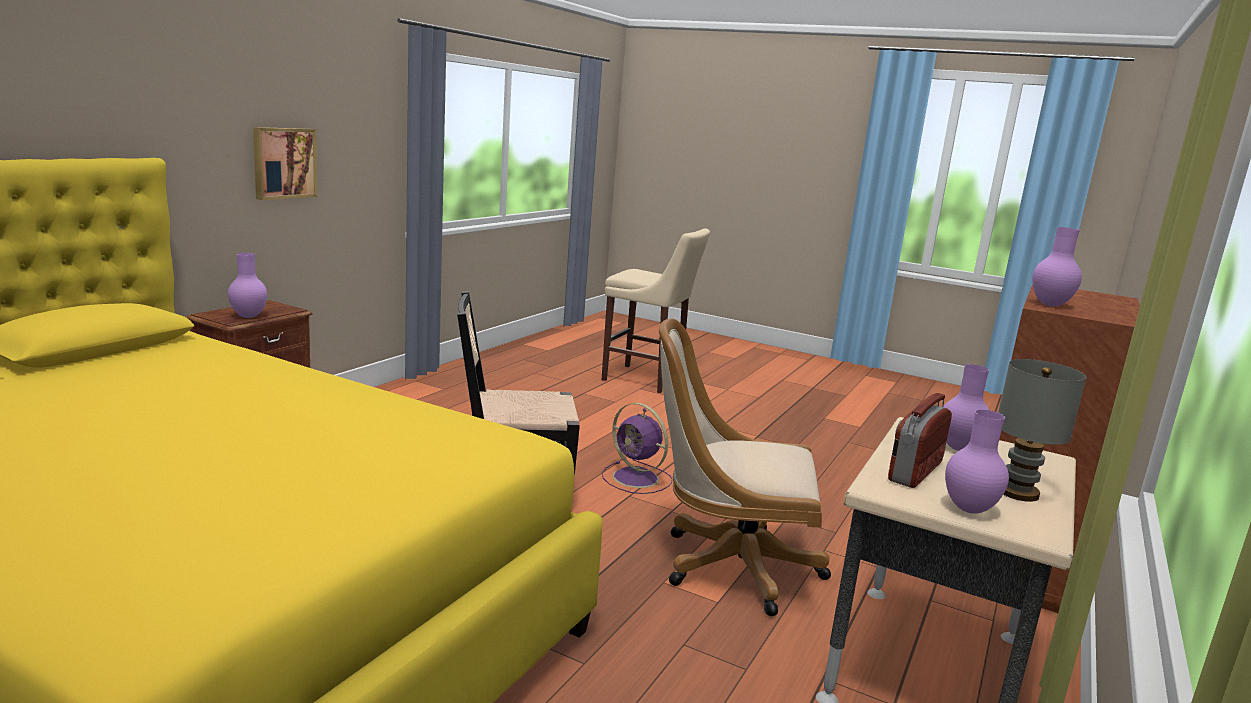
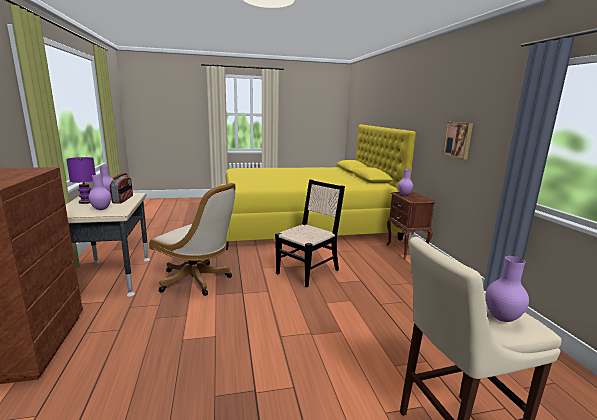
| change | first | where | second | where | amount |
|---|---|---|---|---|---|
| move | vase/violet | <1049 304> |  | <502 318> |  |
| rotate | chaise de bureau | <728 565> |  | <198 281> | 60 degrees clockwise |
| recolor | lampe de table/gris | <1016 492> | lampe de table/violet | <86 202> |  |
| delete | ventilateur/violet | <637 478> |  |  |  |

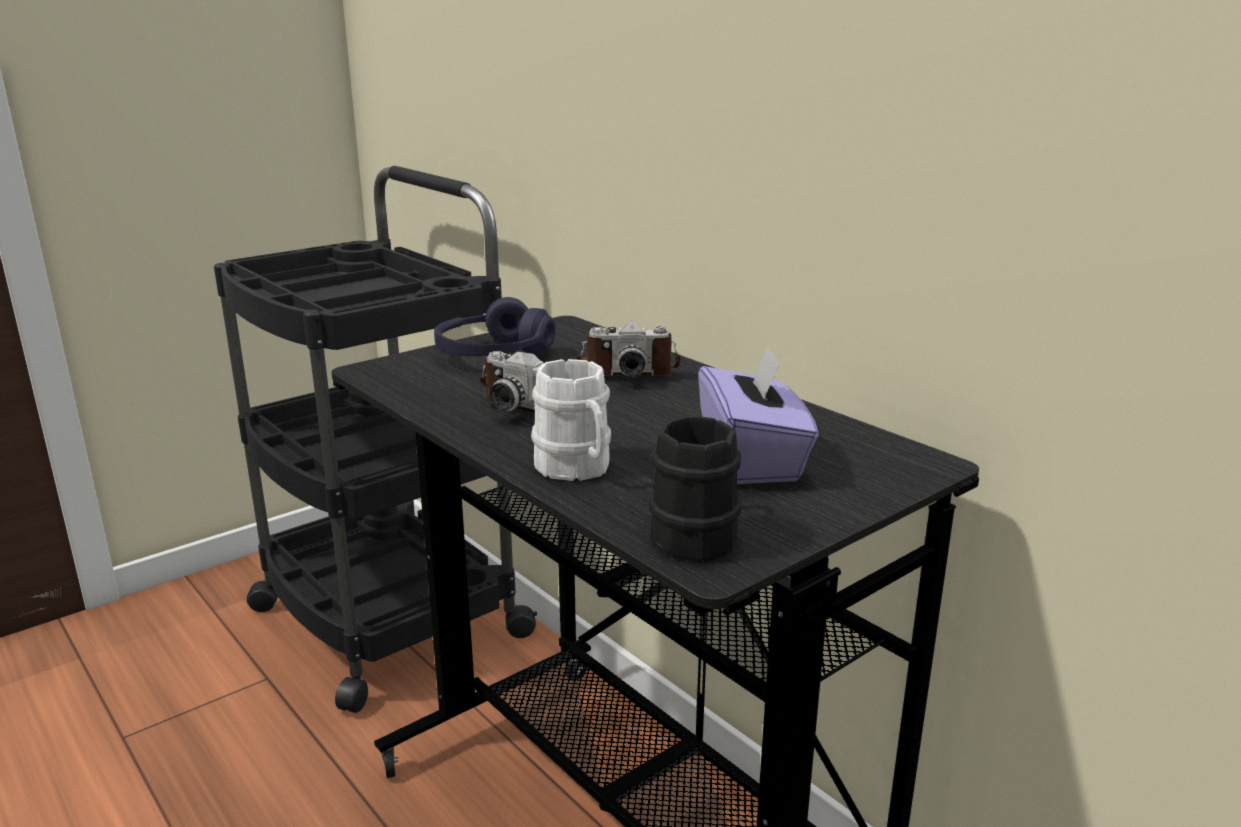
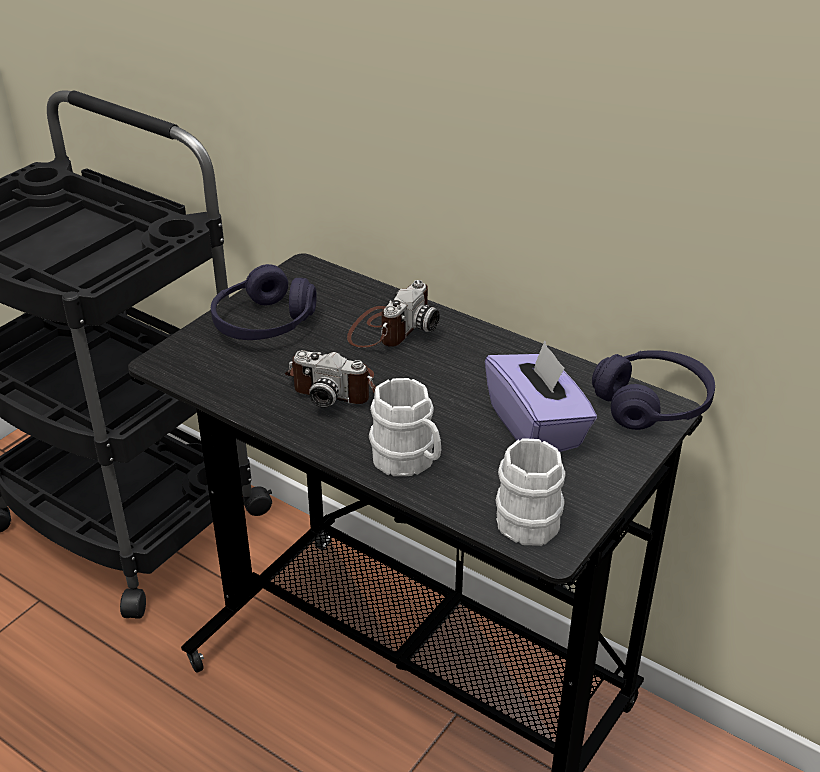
| change | first | where | second | where | amount |
|---|---|---|---|---|---|
| rotate | appareil photo | <625 370> |  | <390 328> | 45 degrees counterclockwise |
| recolor | mug/noir | <697 532> | mug/blanc | <527 515> |  |
| insert |  |  | casque audio/violet | <652 404> |  |

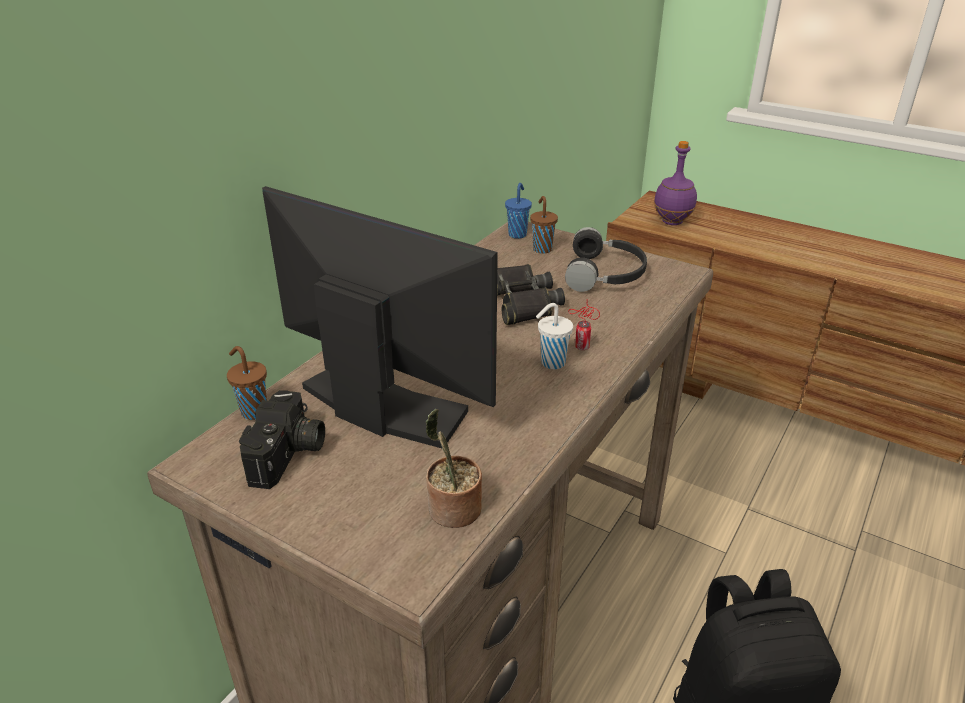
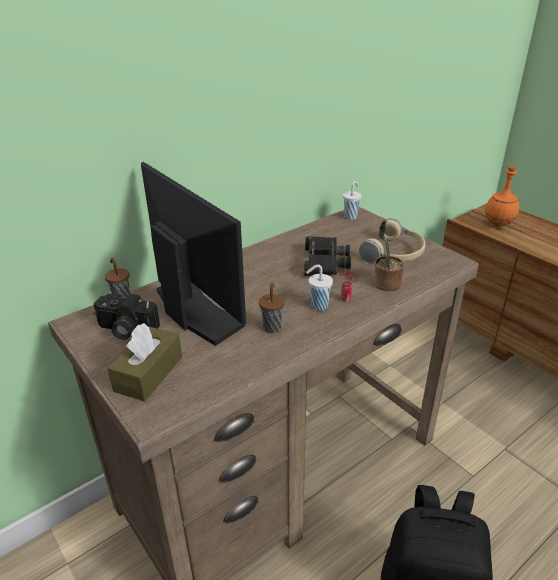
| change | first | where | second | where | amount |
|---|---|---|---|---|---|
| recolor | bouteille/violet | <672 222> | bouteille/orange | <498 225> |  |
| recolor | tasse/bleu | <517 234> | tasse/blanc | <351 216> |  |
| move | tasse/marron | <542 249> |  | <272 327> |  |
| recolor | casque audio/noir | <606 274> | casque audio/beige | <395 253> |  |
| rotate | appareil photo | <289 455> |  | <125 329> | 75 degrees clockwise |
| move | plante en pot | <452 511> |  | <385 284> |  |
| insert |  |  | boîte à mouchoirs/marron | <149 373> |  |

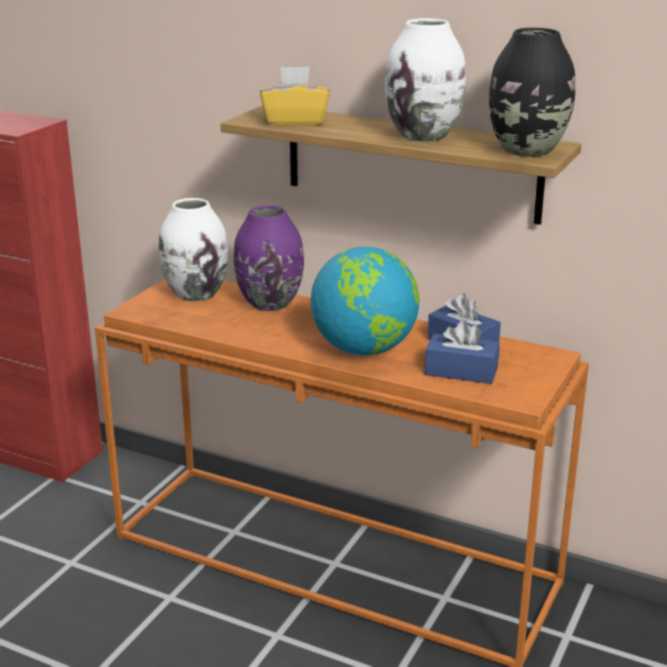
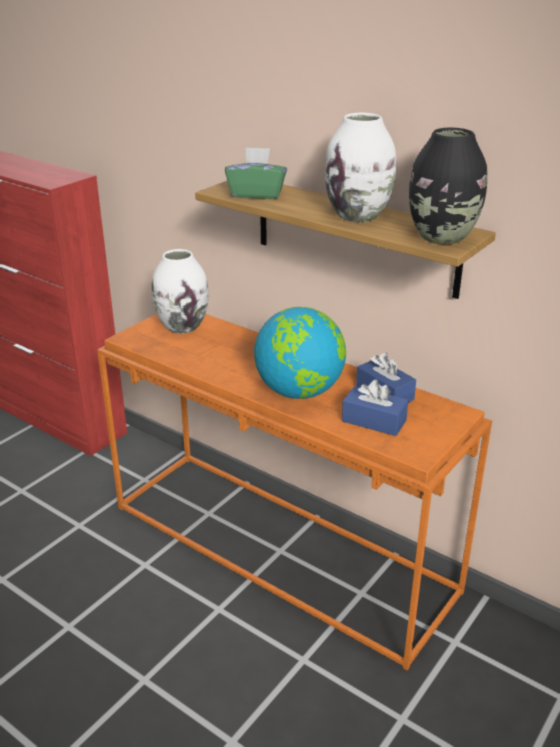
| change | first | where | second | where | amount |
|---|---|---|---|---|---|
| recolor | boîte à mouchoirs/jaune | <295 121> | boîte à mouchoirs/vert | <257 194> |  |
| delete | vase/violet | <270 303> |  |  |  |

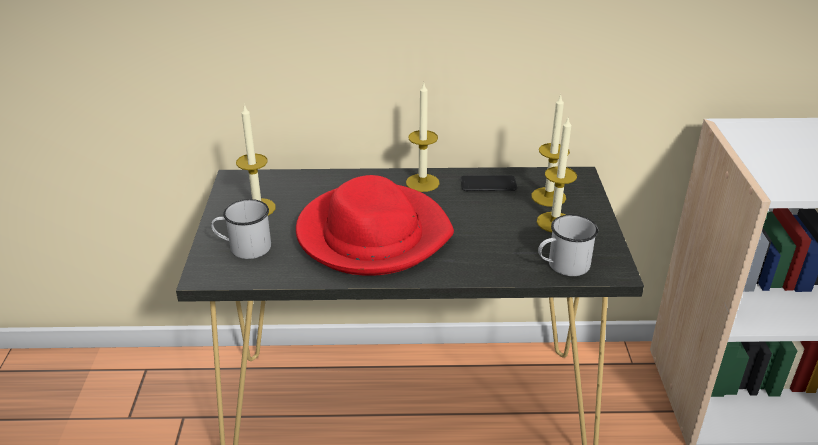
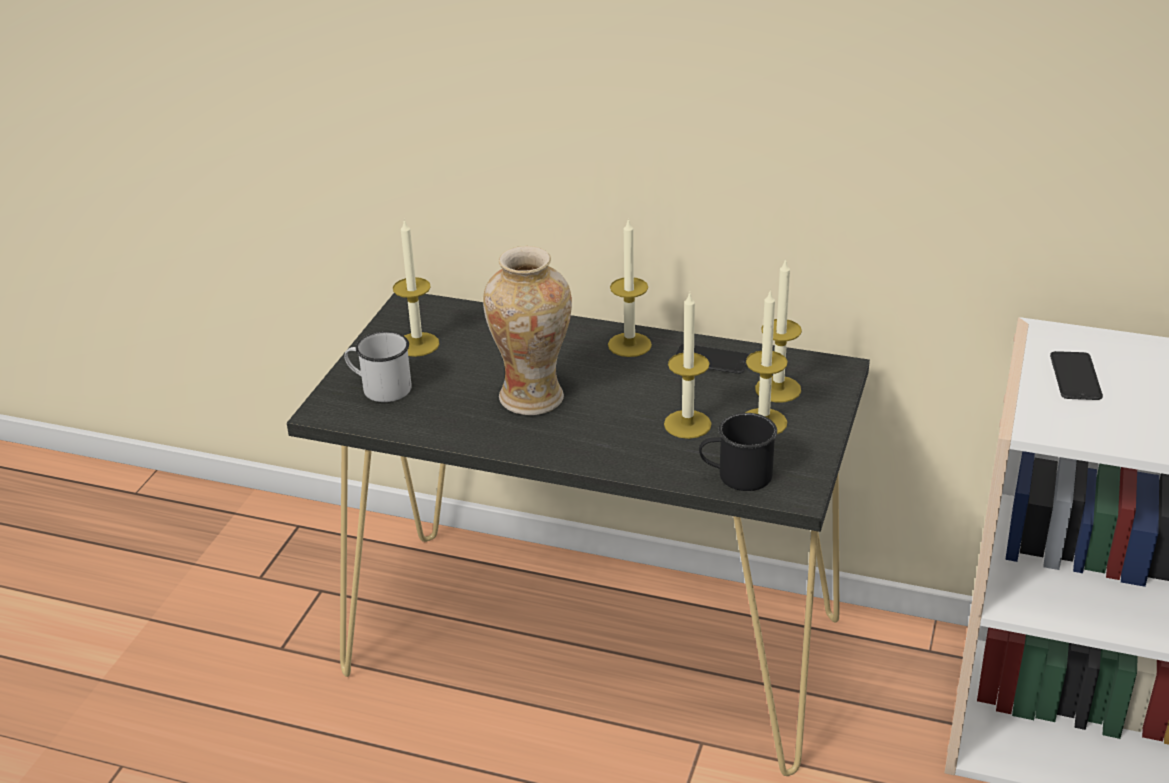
| change | first | where | second | where | amount |
|---|---|---|---|---|---|
| replace | chapeau/rouge | <372 234> | vase | <532 398> |  |
| recolor | mug/blanc | <562 265> | mug/noir | <736 476> |  |
| insert |  |  | bougie | <687 424> |  |
| insert |  |  | téléphone | <1075 377> |  |

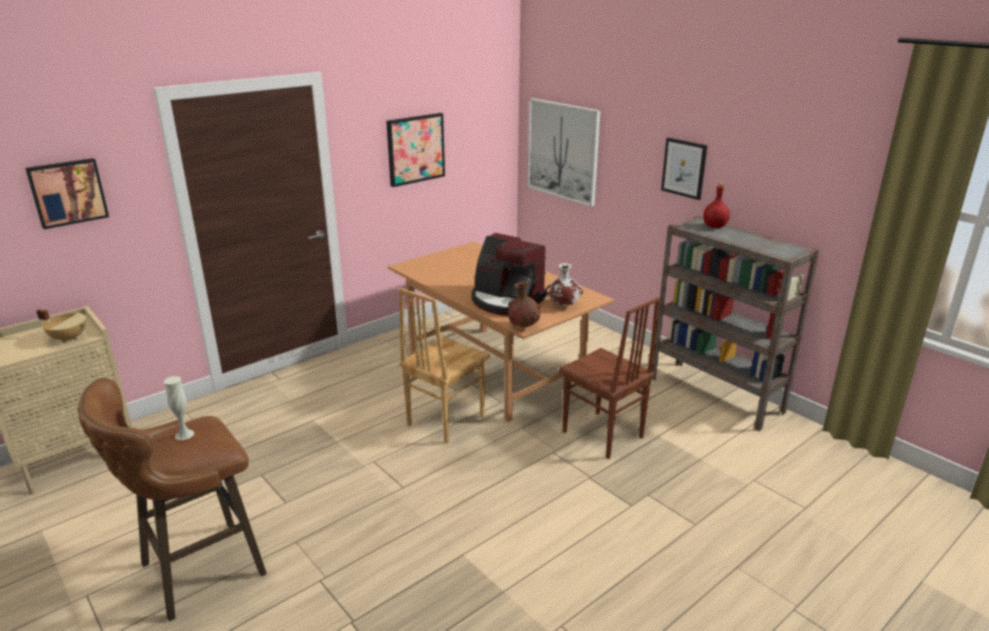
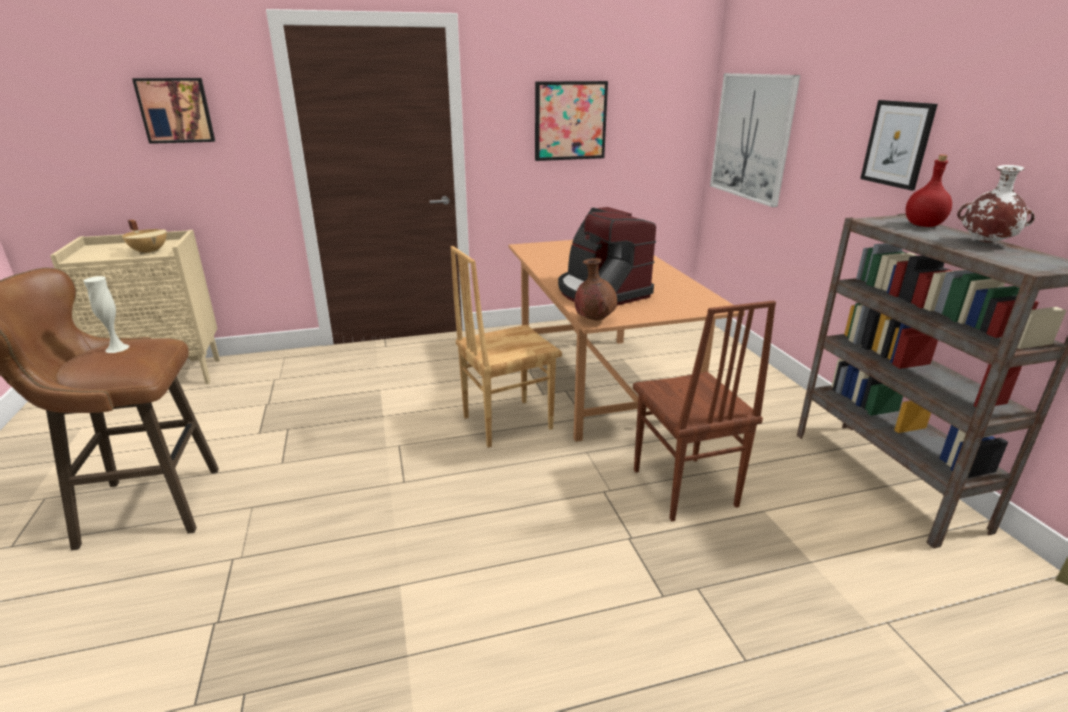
| change | first | where | second | where | amount |
|---|---|---|---|---|---|
| move | vase/blanc | <563 306> |  | <985 243> |  |

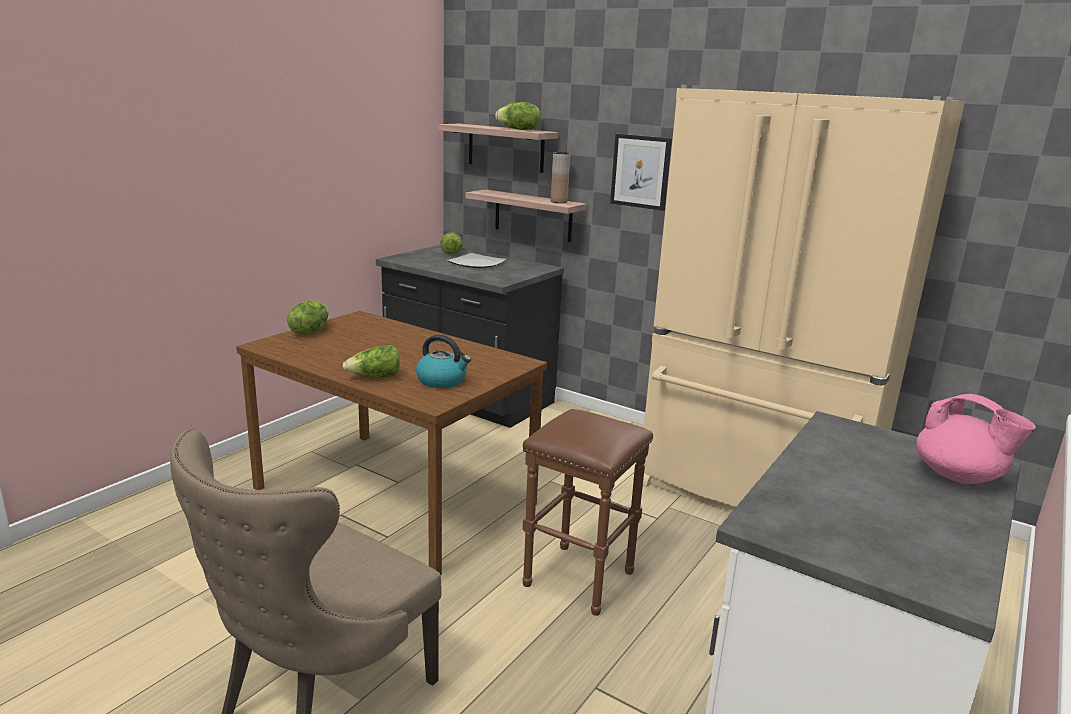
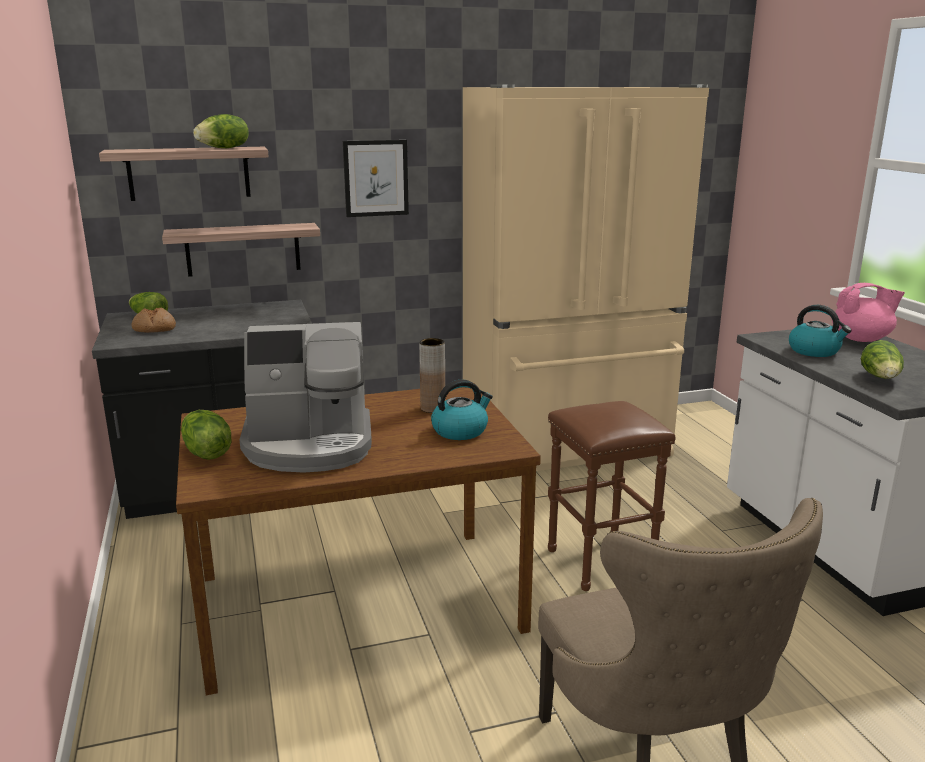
| change | first | where | second | where | amount |
|---|---|---|---|---|---|
| move | vase/marron | <559 202> |  | <433 408> |  |
| delete | assiette | <476 263> |  |  |  |
| move | laitue | <375 377> |  | <881 378> |  |
| insert |  |  | bouilloire | <814 351> |  |
| insert |  |  | pain | <154 329> |  |
| insert |  |  | machine à café | <309 445> |  |

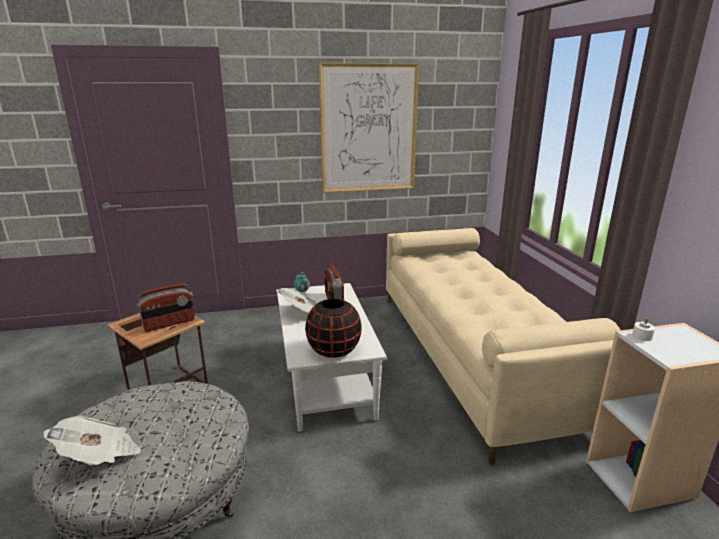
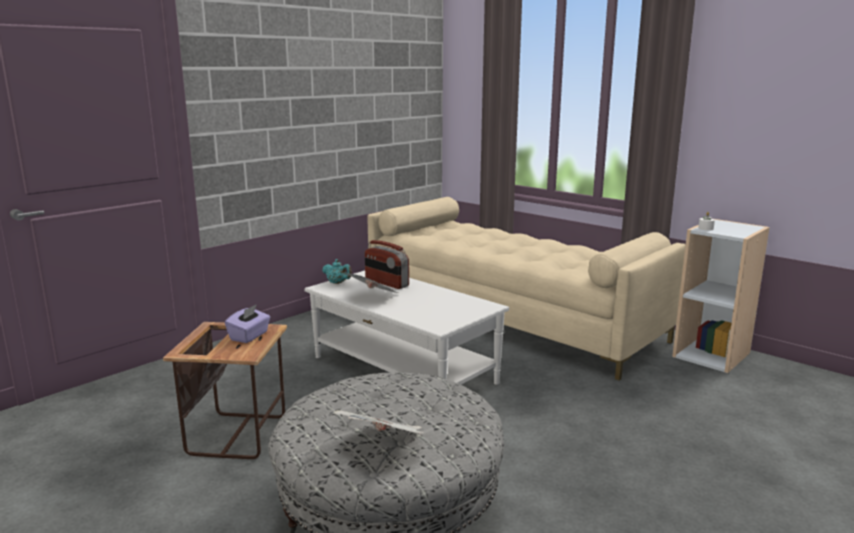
| change | first | where | second | where | amount |
|---|---|---|---|---|---|
| delete | tableau | <369 129> |  |  |  |
| replace | radio | <169 323> | boîte à mouchoirs/violet | <249 336> |  |
| delete | vase/noir | <334 350> |  |  |  |

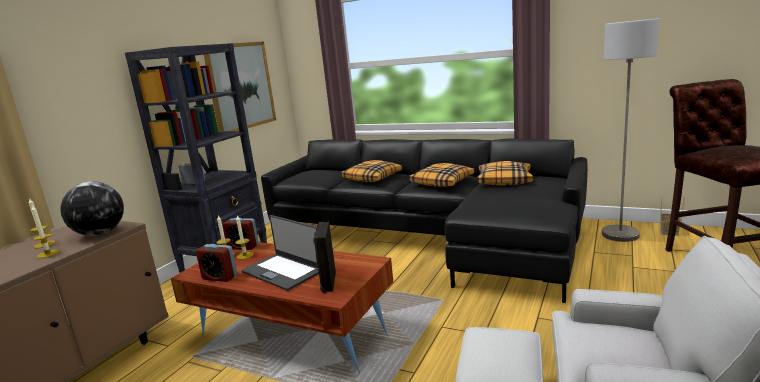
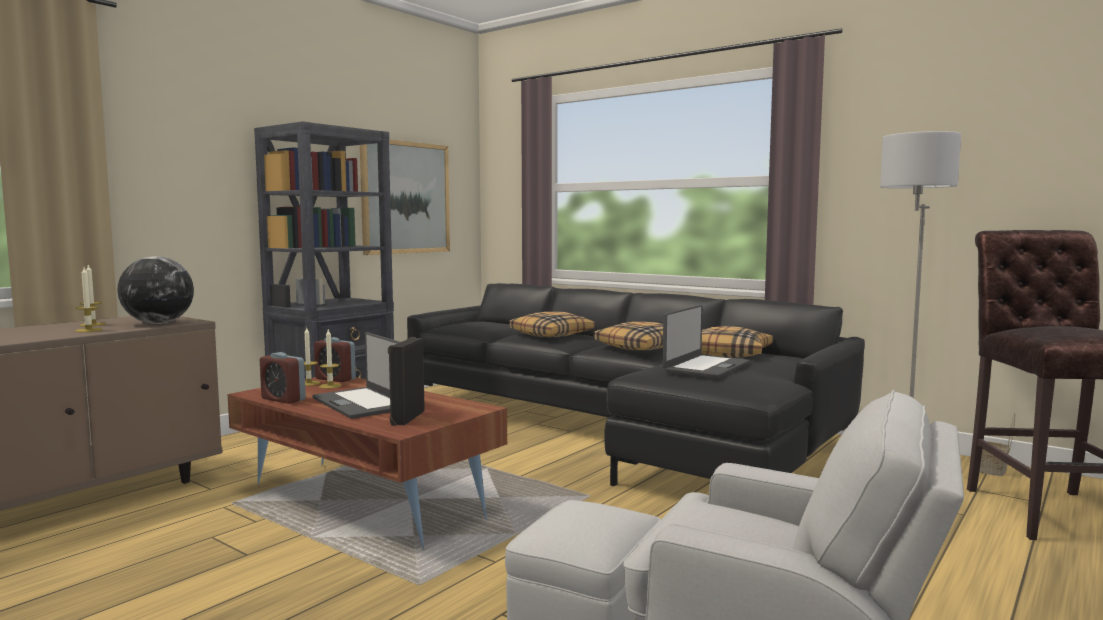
| change | first | where | second | where | amount |
|---|---|---|---|---|---|
| insert |  |  | ordinateur portable | <705 367> |  |

